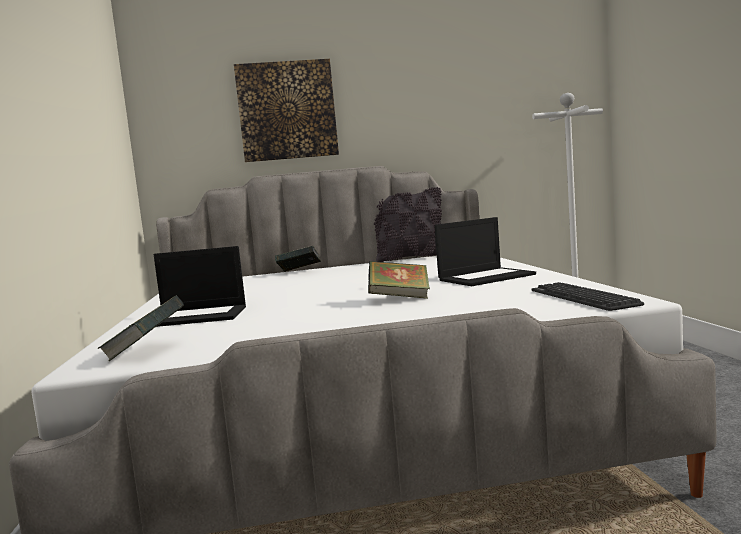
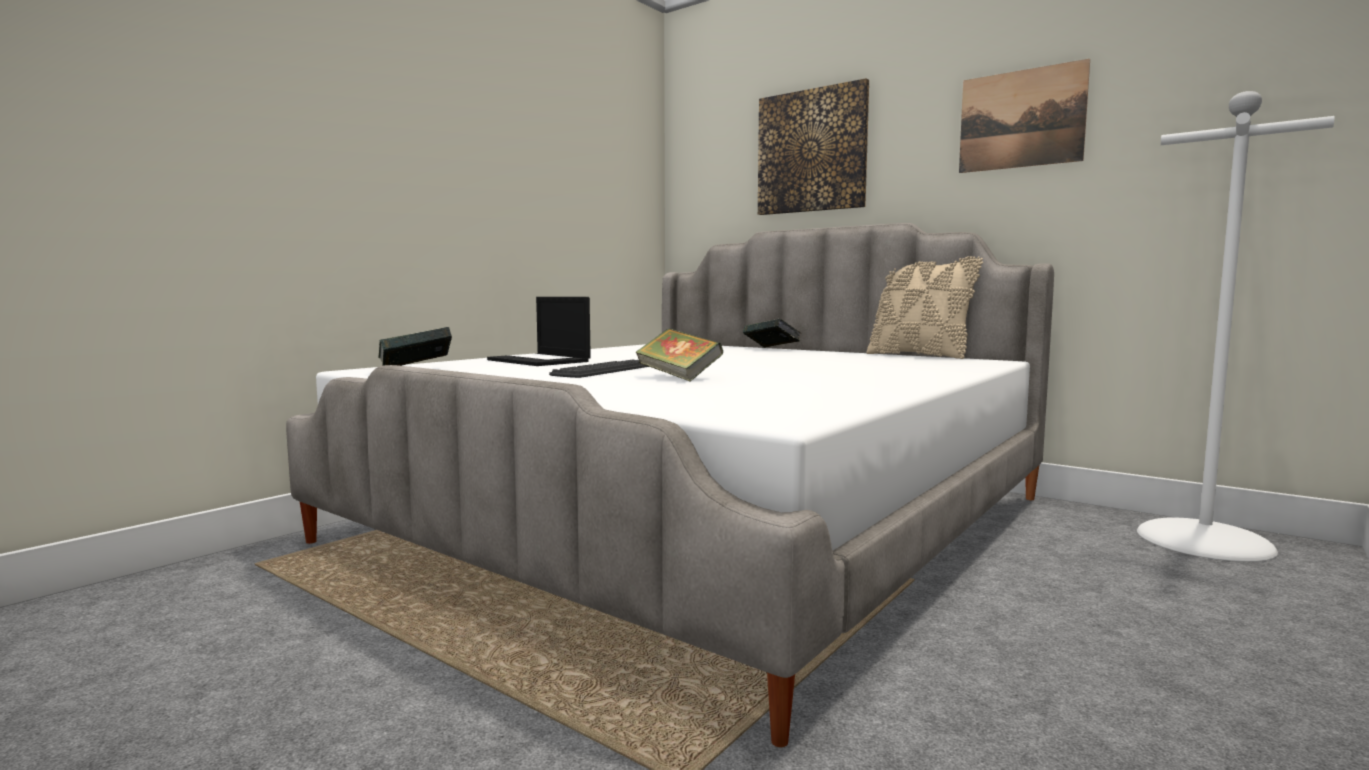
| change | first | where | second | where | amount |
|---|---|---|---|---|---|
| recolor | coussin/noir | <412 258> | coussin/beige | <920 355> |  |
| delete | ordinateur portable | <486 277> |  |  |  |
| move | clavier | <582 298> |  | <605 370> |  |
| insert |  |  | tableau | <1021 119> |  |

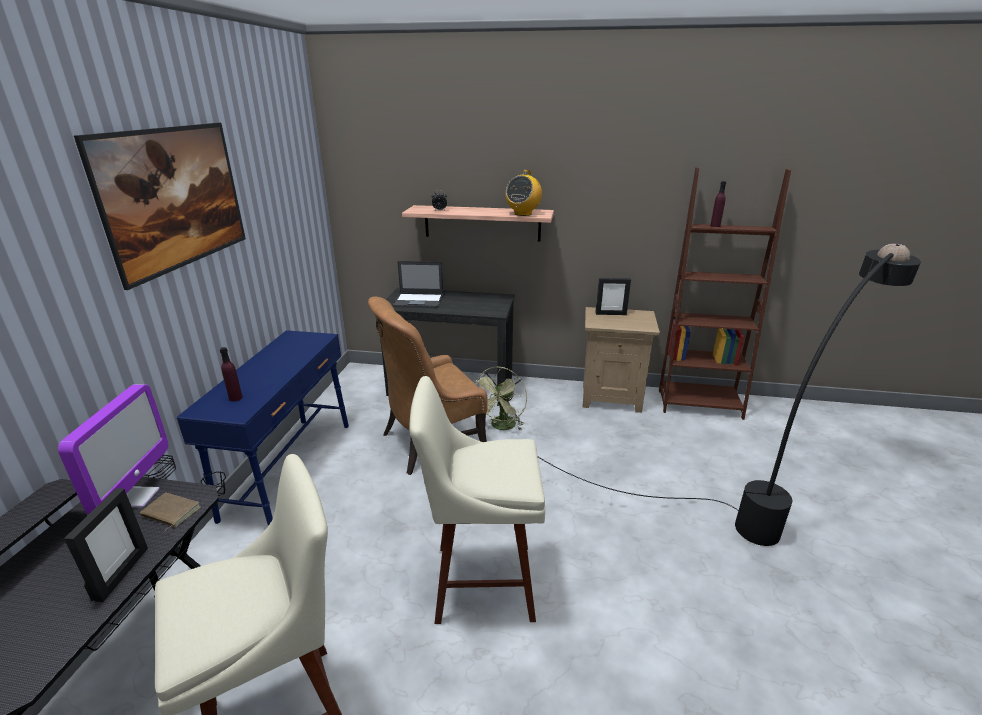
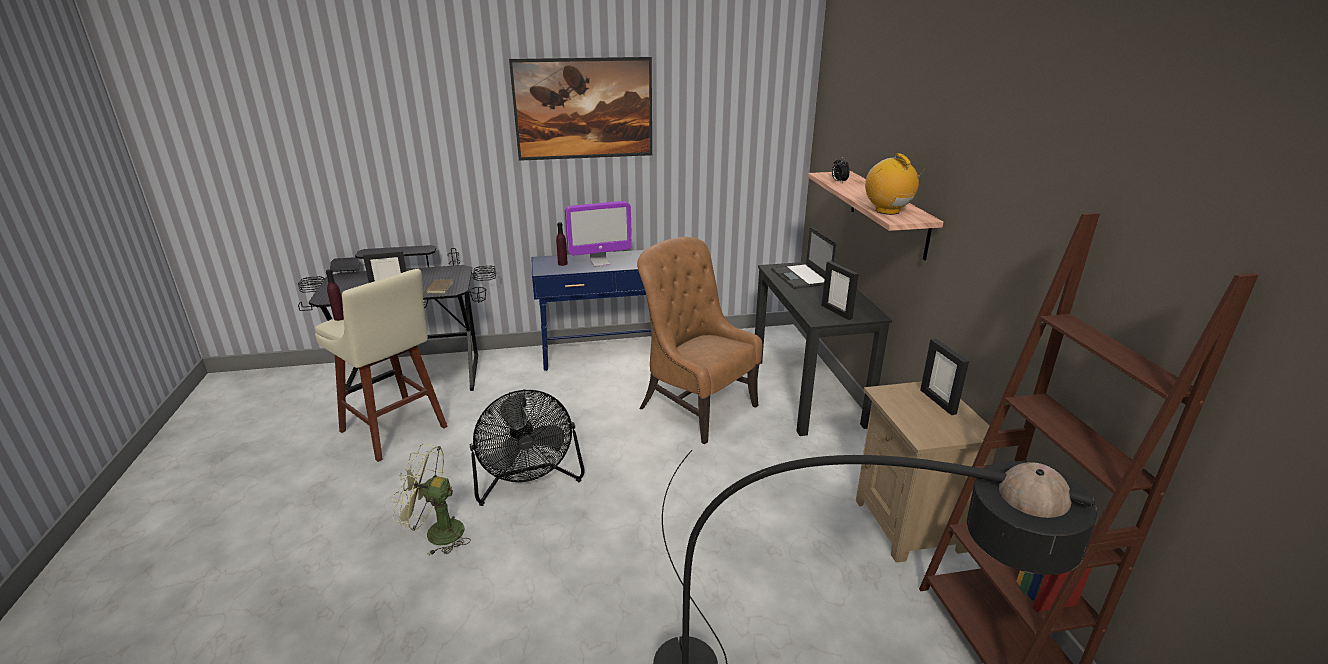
| change | first | where | second | where | amount |
|---|---|---|---|---|---|
| rotate | radio | <523 214> |  | <888 211> | 60 degrees clockwise |
| move | bouteille/violet | <715 225> |  | <340 318> |  |
| move | ventilateur/vert | <501 427> |  | <436 533> |  |
| replace | tabouret/beige | <480 582> | ventilateur/noir | <523 481> |  |
| move | écran d'ordinateur | <136 497> |  | <600 263> |  |
| insert |  |  | cadre photo | <837 312> |  |

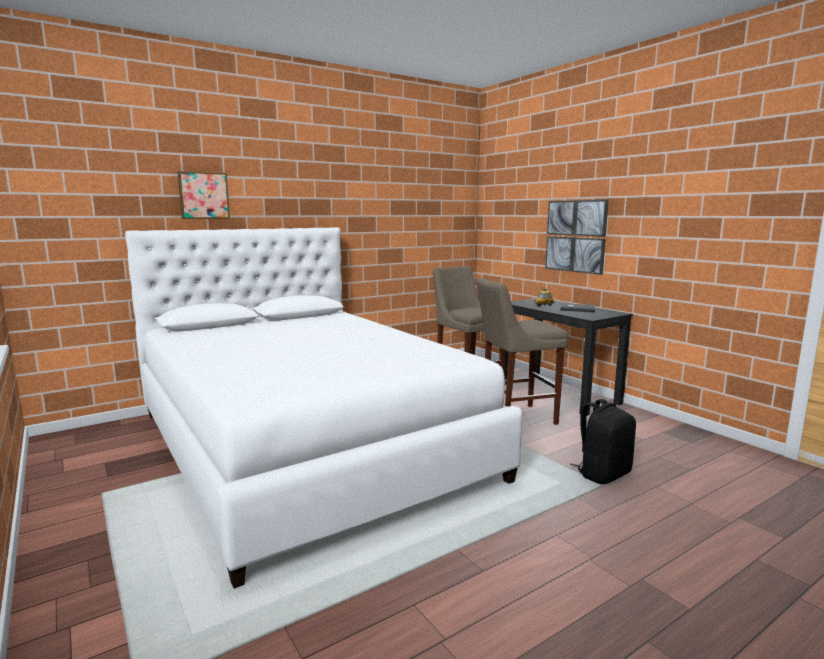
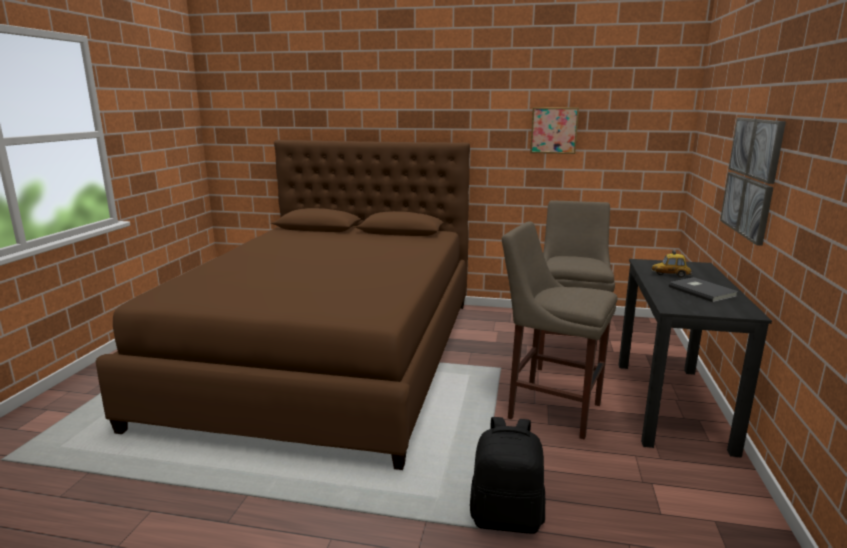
| change | first | where | second | where | amount |
|---|---|---|---|---|---|
| move | tableau | <203 195> |  | <554 130> |  |
| recolor | lit/blanc | <306 444> | lit/marron | <330 355> |  |

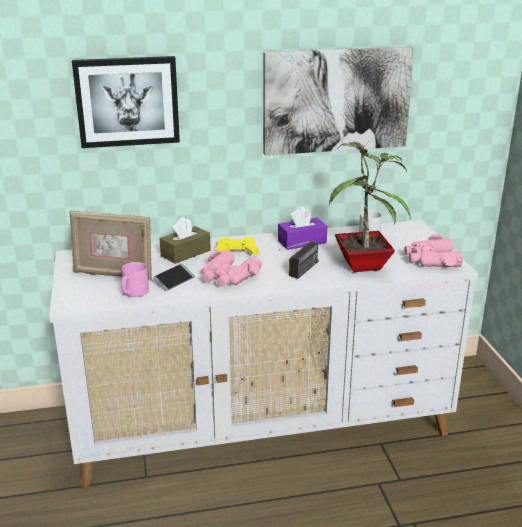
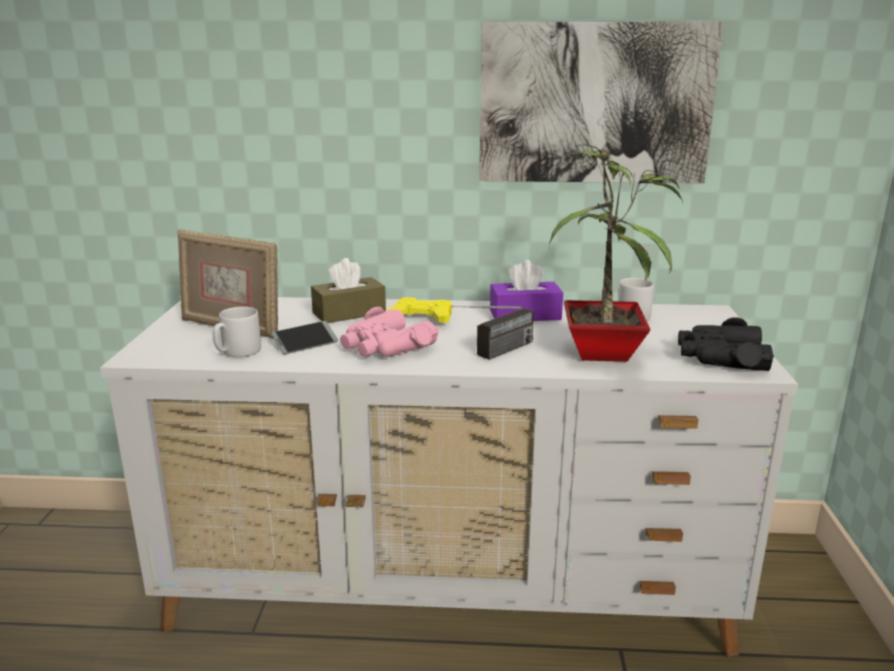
| change | first | where | second | where | amount |
|---|---|---|---|---|---|
| delete | tableau | <127 101> |  |  |  |
| recolor | jumelles/rose | <431 260> | jumelles/noir | <721 357> |  |
| recolor | mug/rose | <134 293> | mug/gris | <237 352> |  |

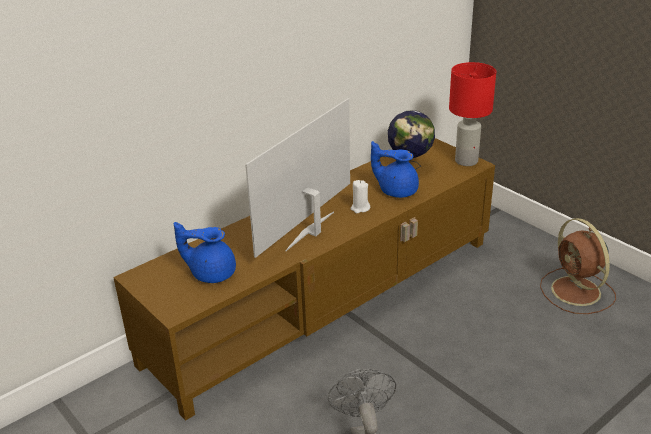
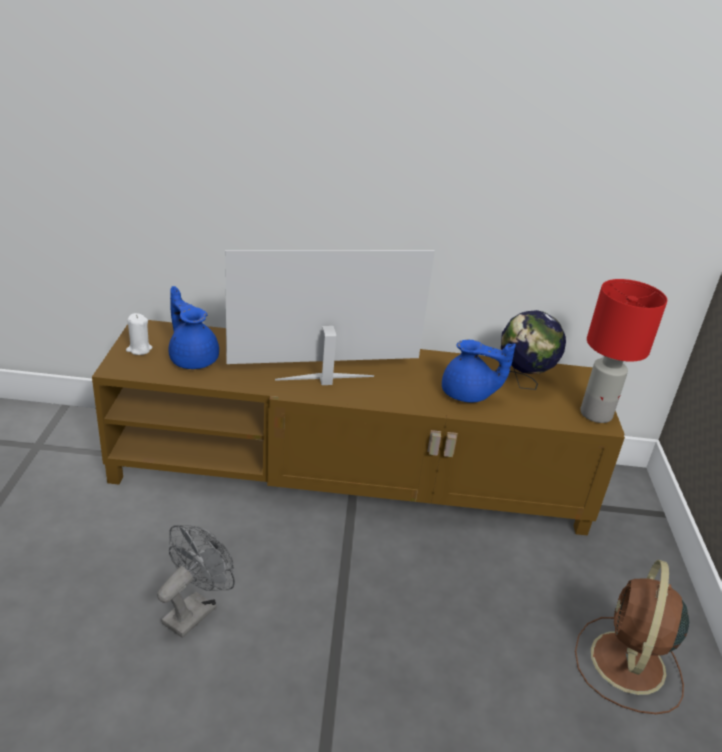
| change | first | where | second | where | amount |
|---|---|---|---|---|---|
| rotate | théière/bleu | <396 190> |  | <468 395> | 135 degrees clockwise |
| move | bougie/blanc | <360 208> |  | <139 349> |  |

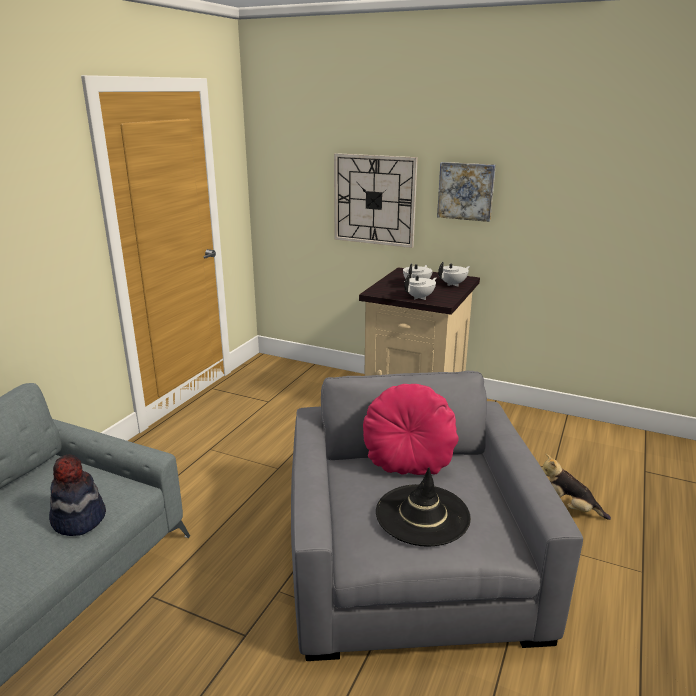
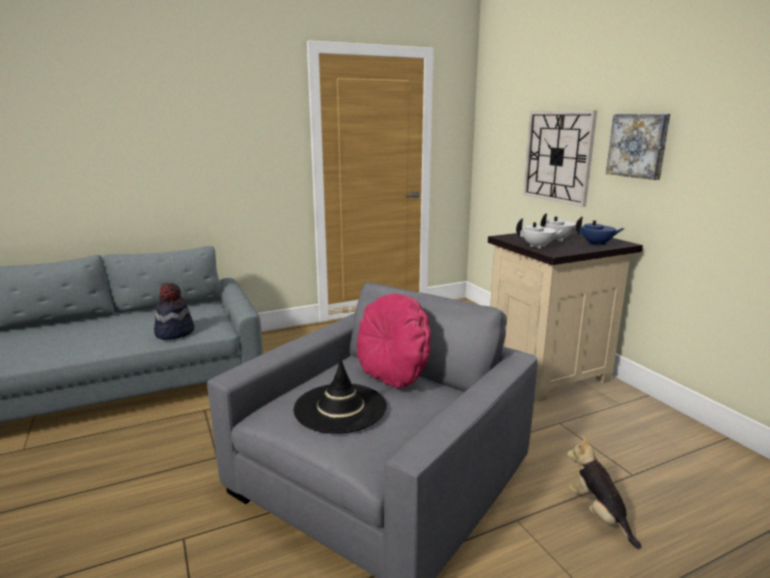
| change | first | where | second | where | amount |
|---|---|---|---|---|---|
| recolor | théière/blanc | <453 284> | théière/bleu | <597 244> |  |

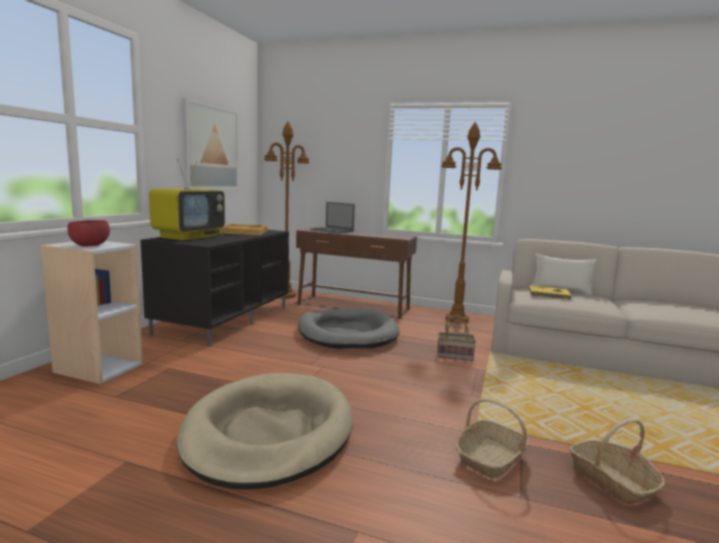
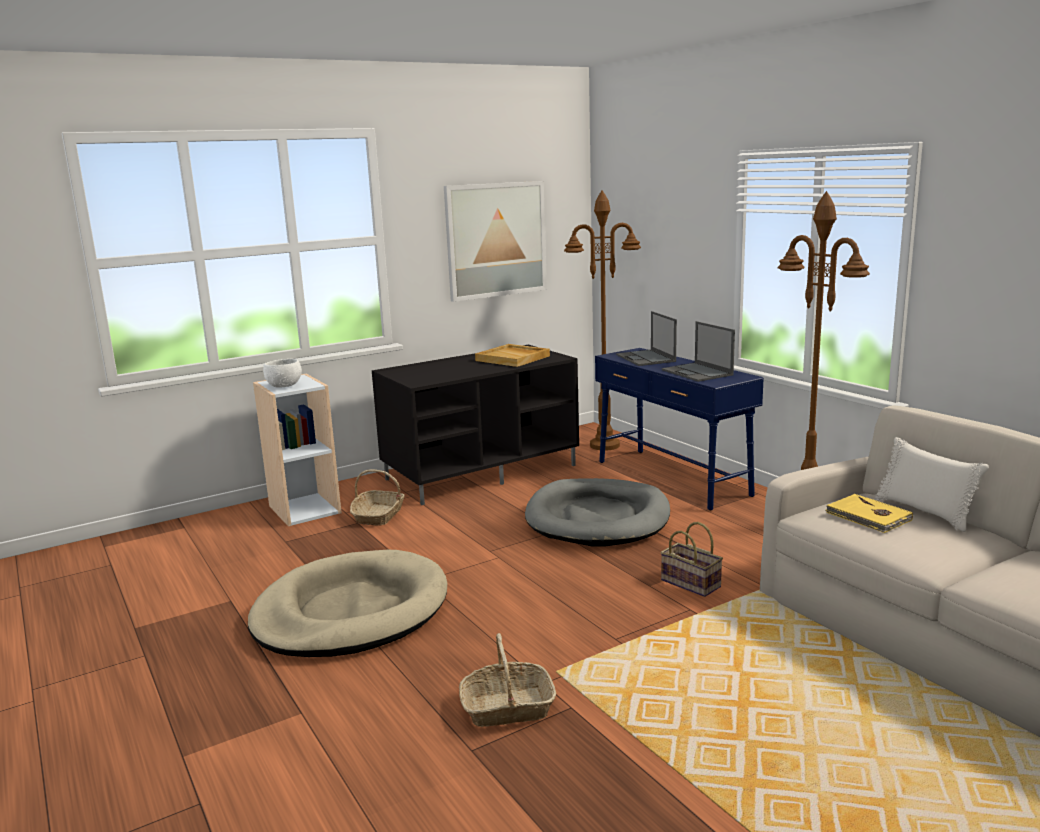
| change | first | where | second | where | amount |
|---|---|---|---|---|---|
| delete | téléviseur | <189 237> |  |  |  |
| recolor | bol/rouge | <90 246> | bol/blanc | <284 386> |  |
| recolor | table console/marron | <353 307> | table console/bleu | <671 479> |  |
| move | panier | <612 480> |  | <378 515> |  |
| insert |  |  | ordinateur portable | <698 372> |  |

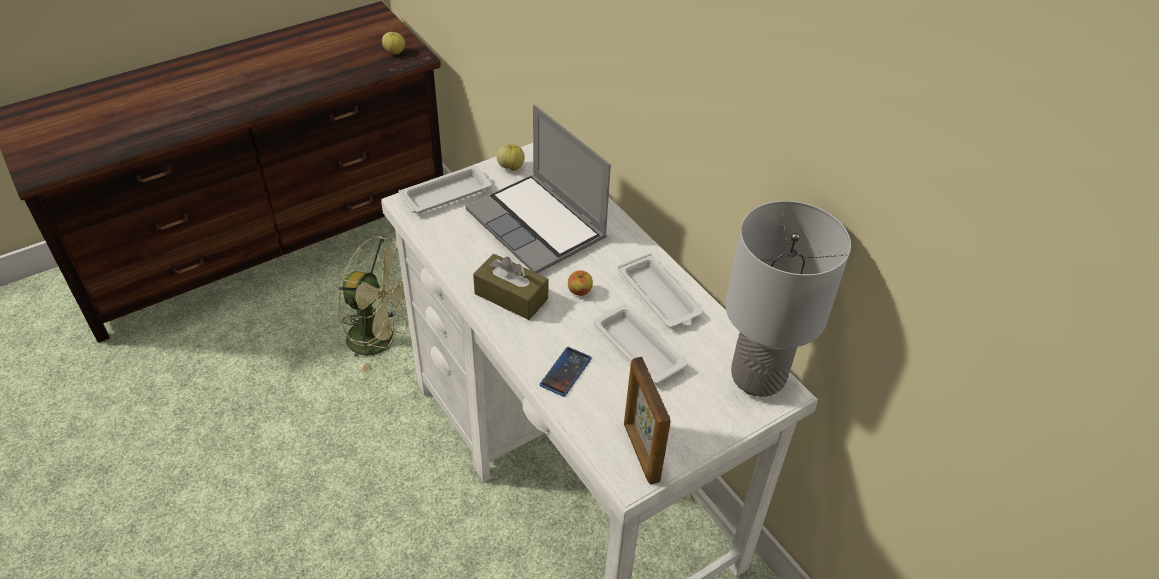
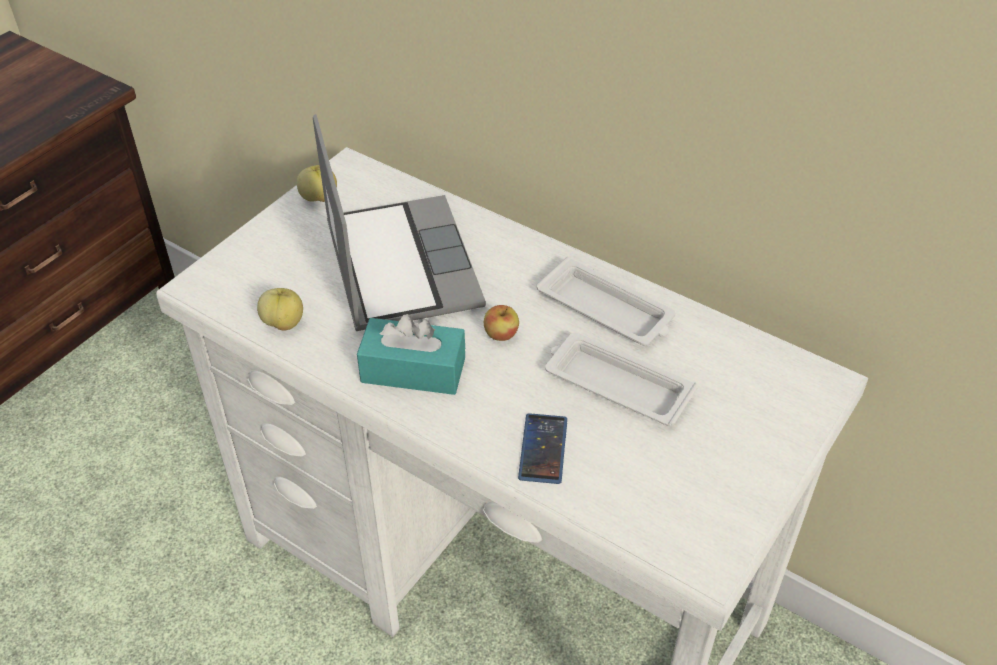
| change | first | where | second | where | amount |
|---|---|---|---|---|---|
| move | pomme | <395 52> |  | <284 323> |  |
| rotate | ordinateur portable | <538 225> |  | <398 264> | 135 degrees counterclockwise |
| delete | plateau/blanc | <448 194> |  |  |  |
| delete | lampe de table/gris | <757 379> |  |  |  |
| delete | ventilateur/vert | <381 340> |  |  |  |
| recolor | boîte à mouchoirs/marron | <511 296> | boîte à mouchoirs/turquoise | <413 370> |  |
| delete | cadre photo | <640 452> |  |  |  |

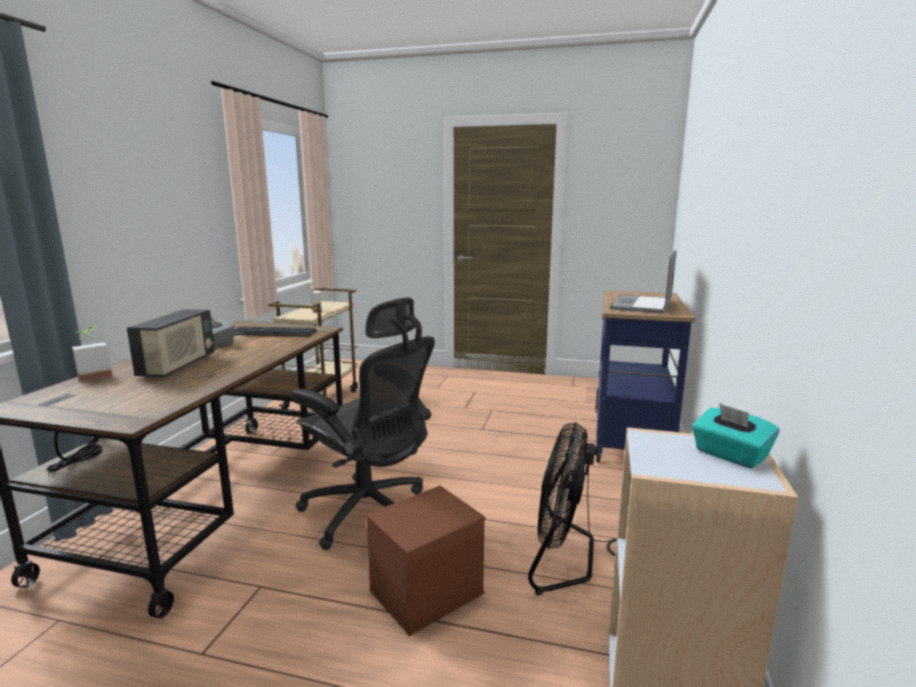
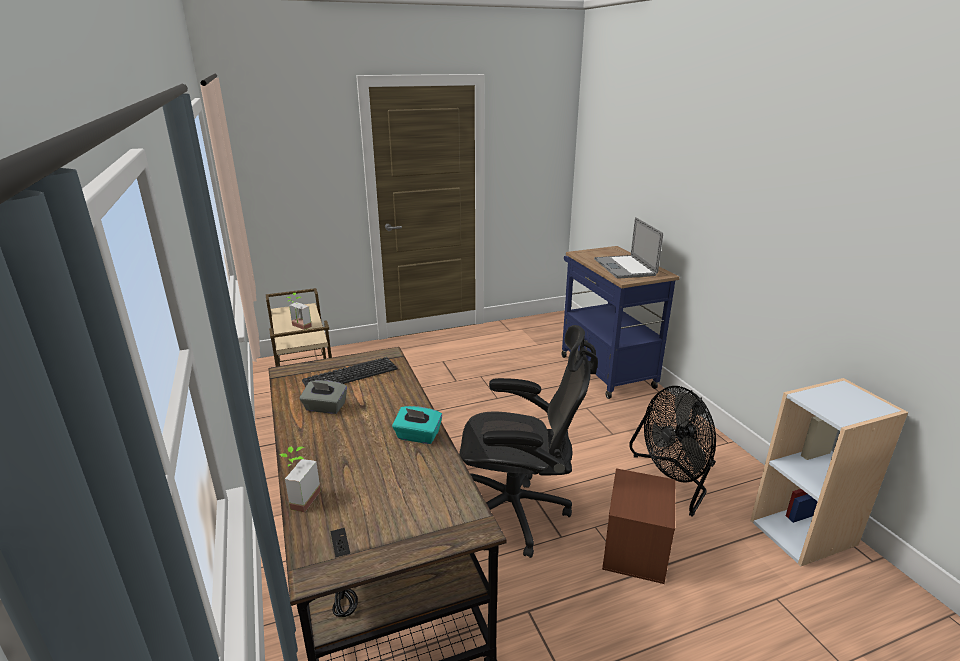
| change | first | where | second | where | amount |
|---|---|---|---|---|---|
| delete | radio | <178 366> |  |  |  |
| move | boîte à mouchoirs/turquoise | <730 455> |  | <418 436> |  |

